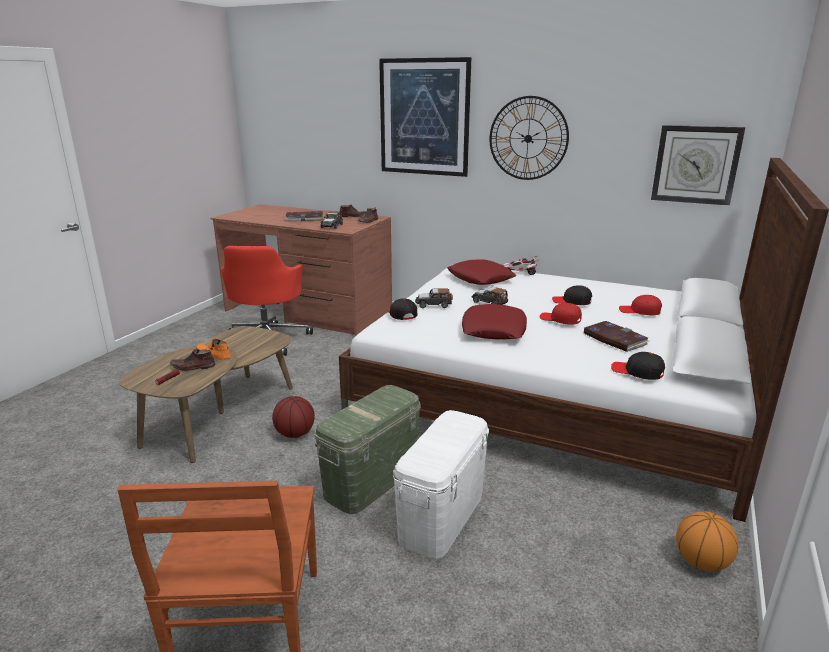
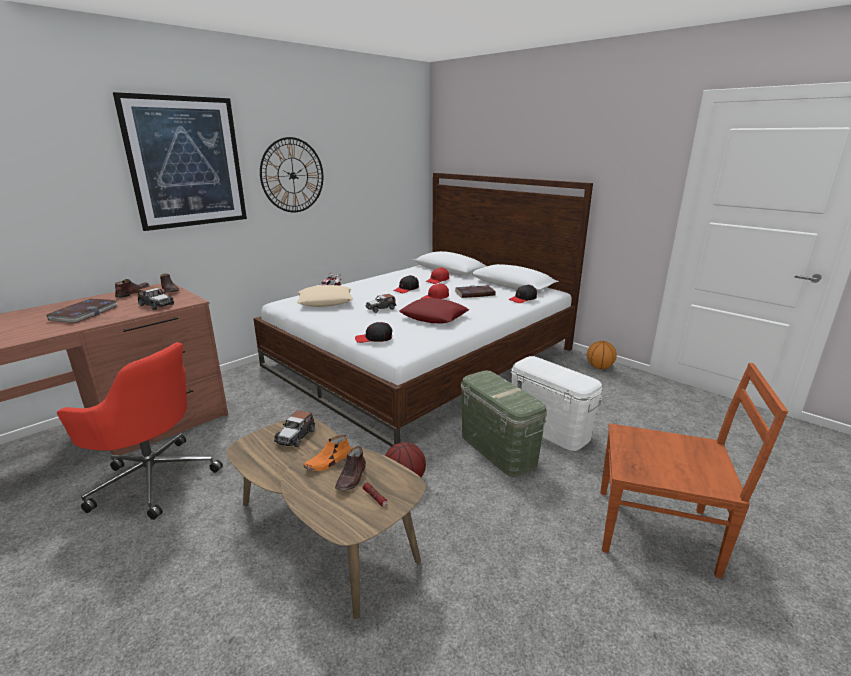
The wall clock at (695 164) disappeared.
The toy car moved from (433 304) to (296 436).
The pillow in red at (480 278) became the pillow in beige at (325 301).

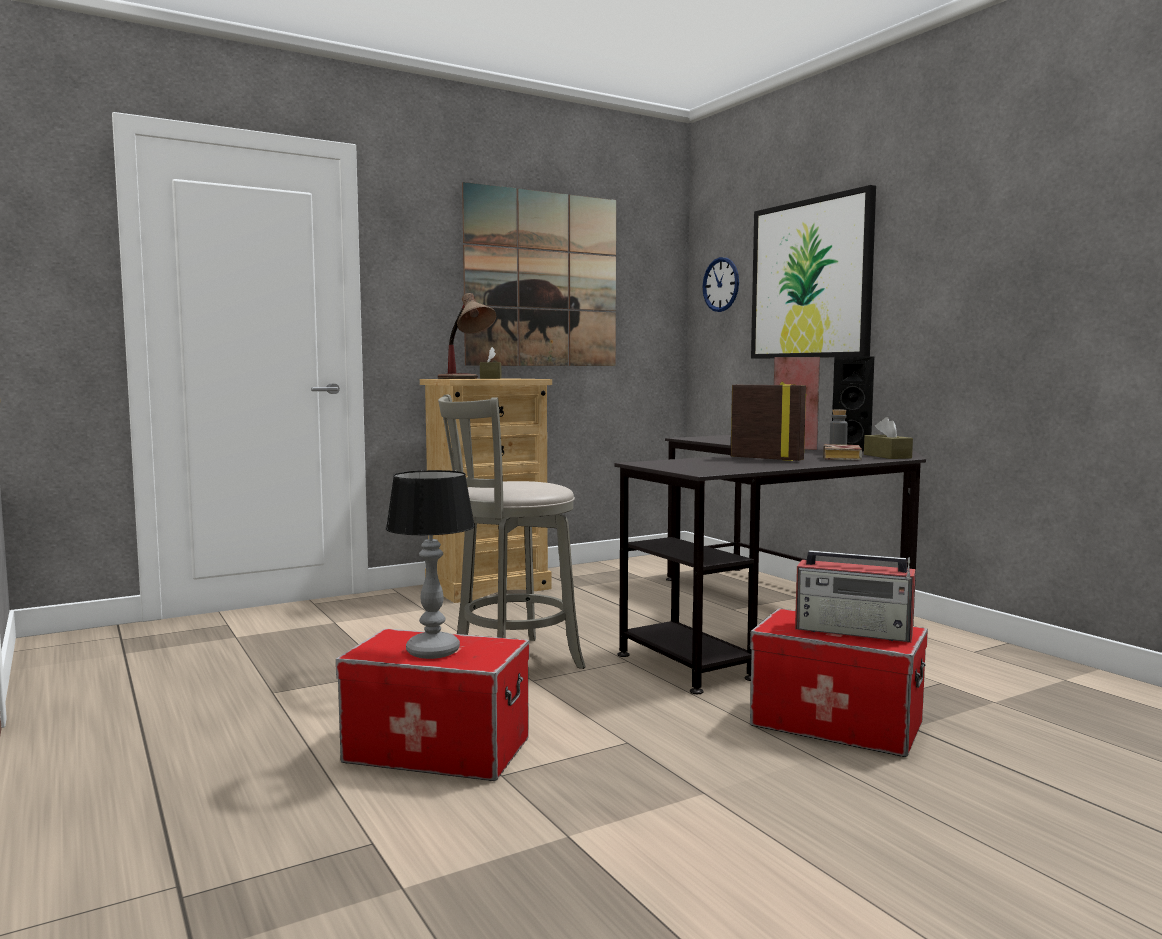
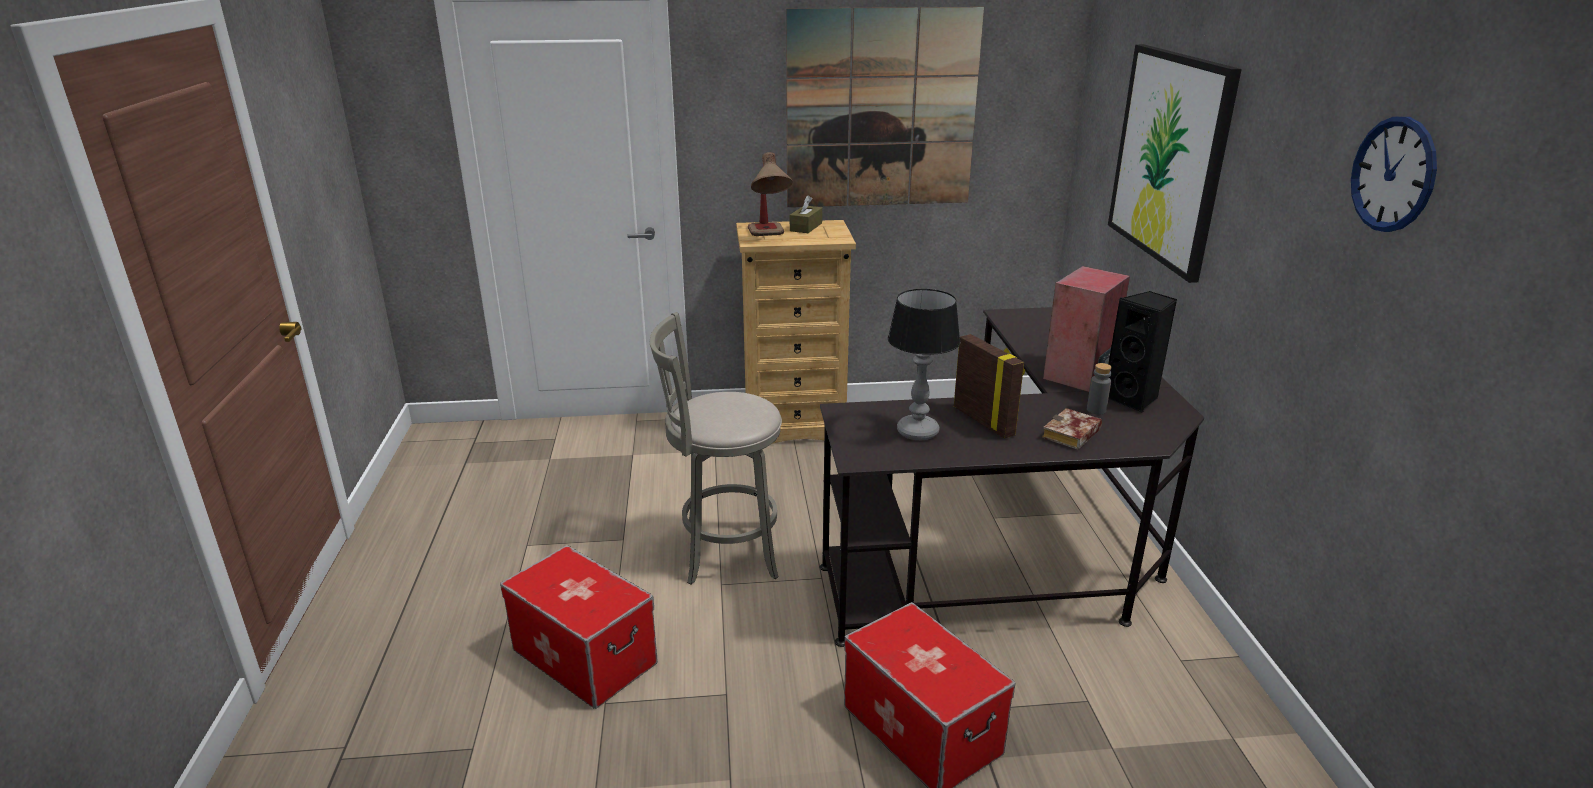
The radio at (855 632) disappeared.
The tissue box in brown at (887 456) disappeared.
The table lamp moved from (433 652) to (918 432).
The wall clock moved from (721 284) to (1393 174).

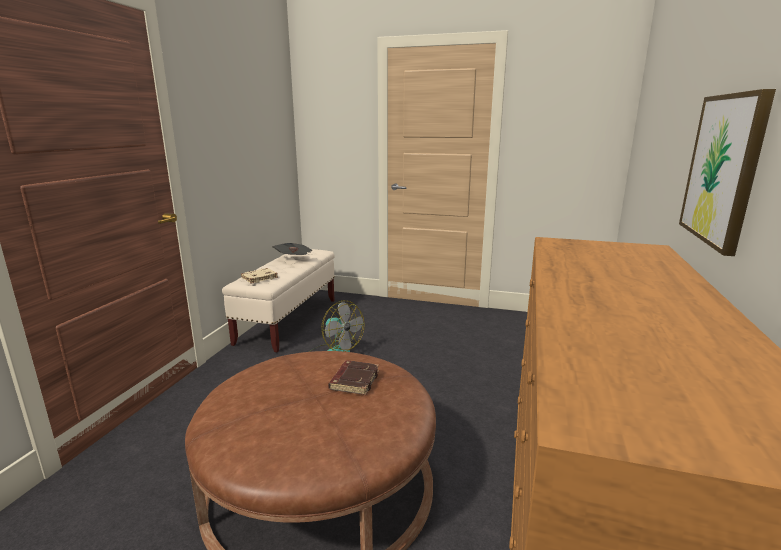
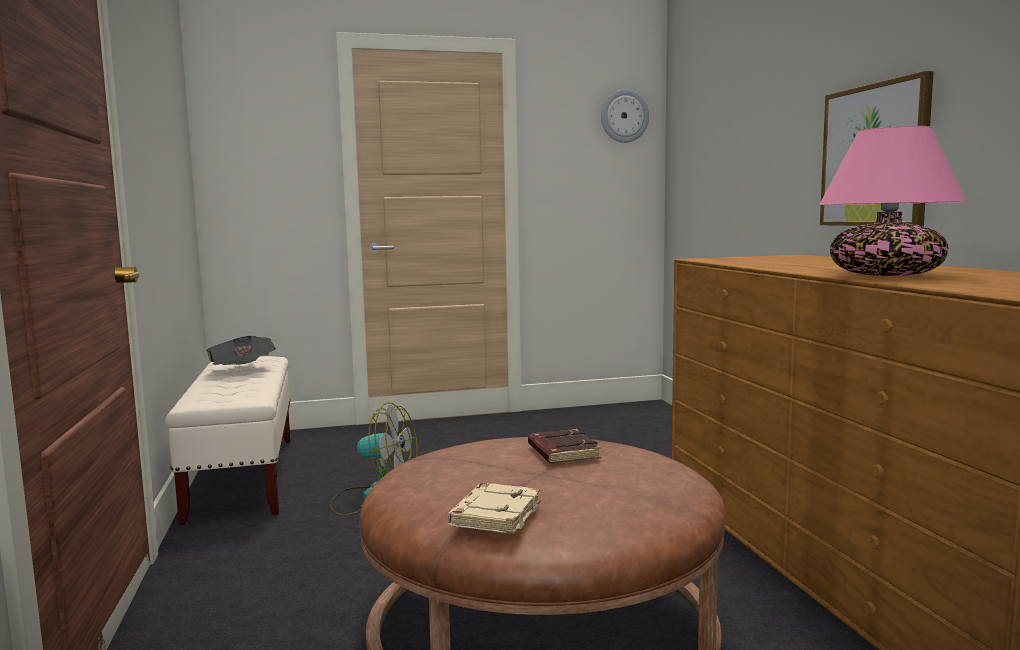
The wall clock at (624 116) appeared.
The table lamp in pink at (885 275) appeared.
The book in beige moved from (259 278) to (494 515).

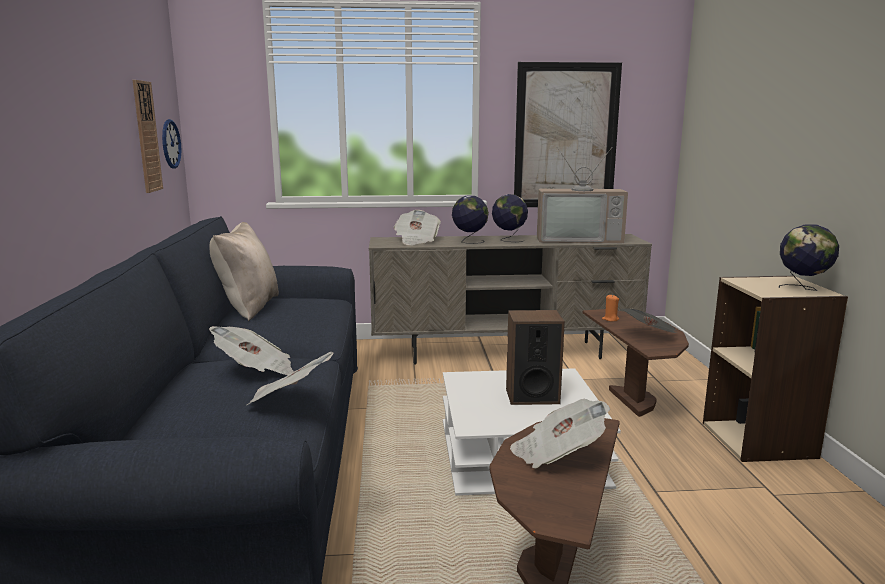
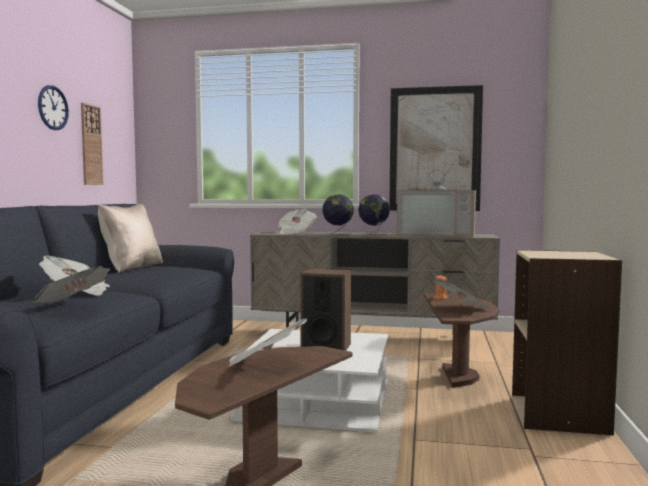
The globe at (803 289) disappeared.
The wall clock moved from (170 144) to (53 108).

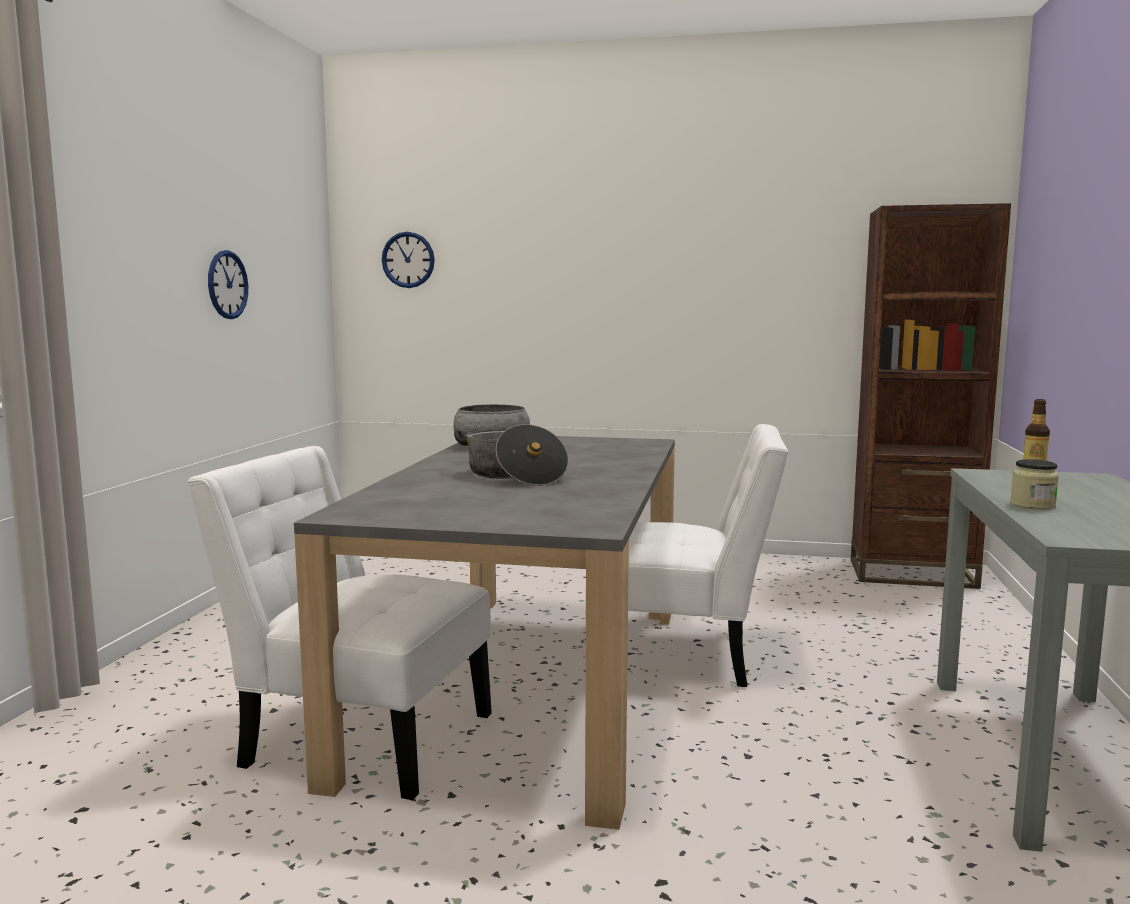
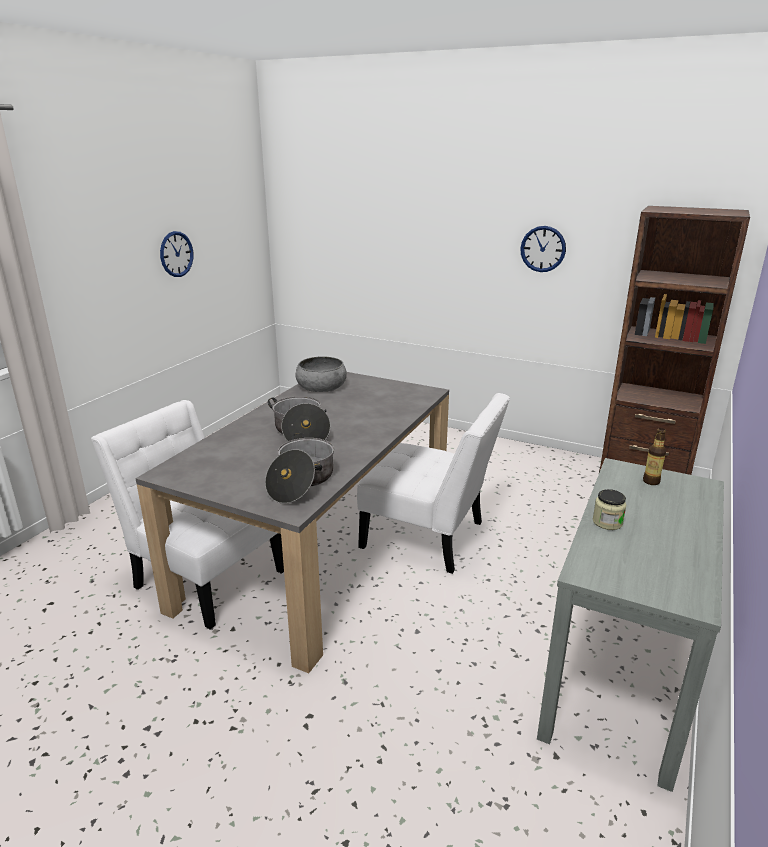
The cooking pot at (301 482) appeared.
The wall clock moved from (408 260) to (543 249).

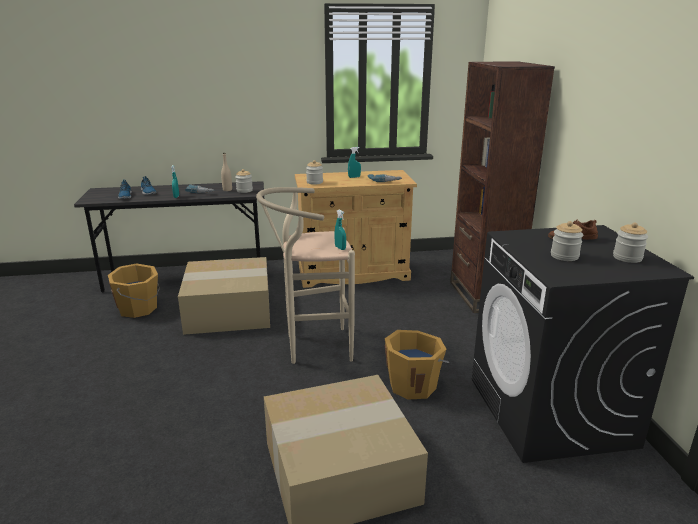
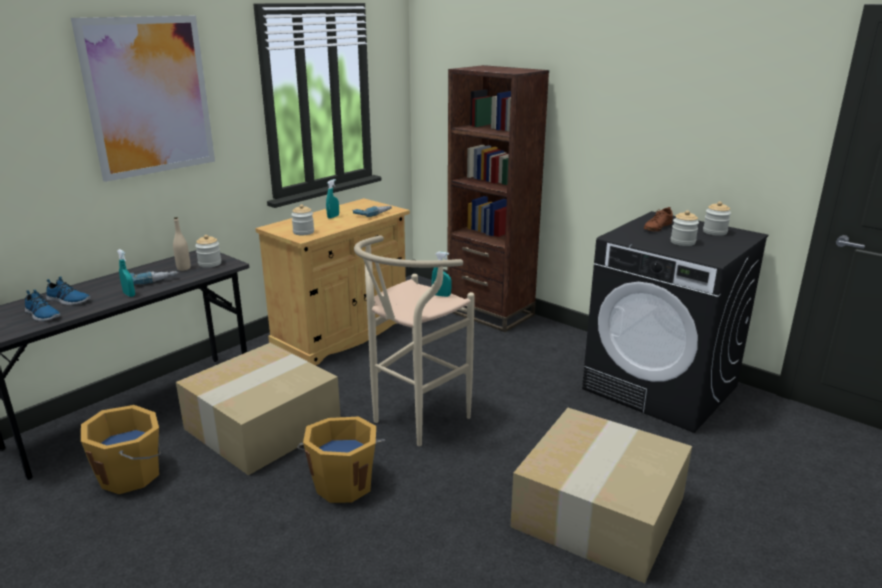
The picture at (149 96) appeared.
The bucket in orange moved from (413 385) to (344 483).

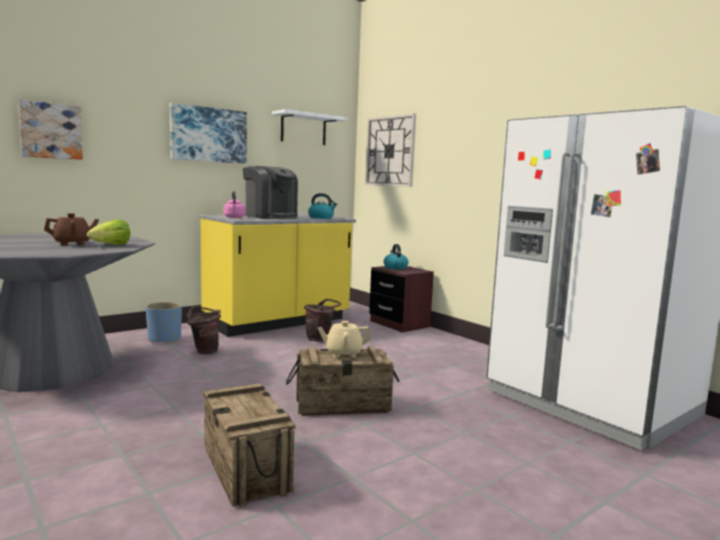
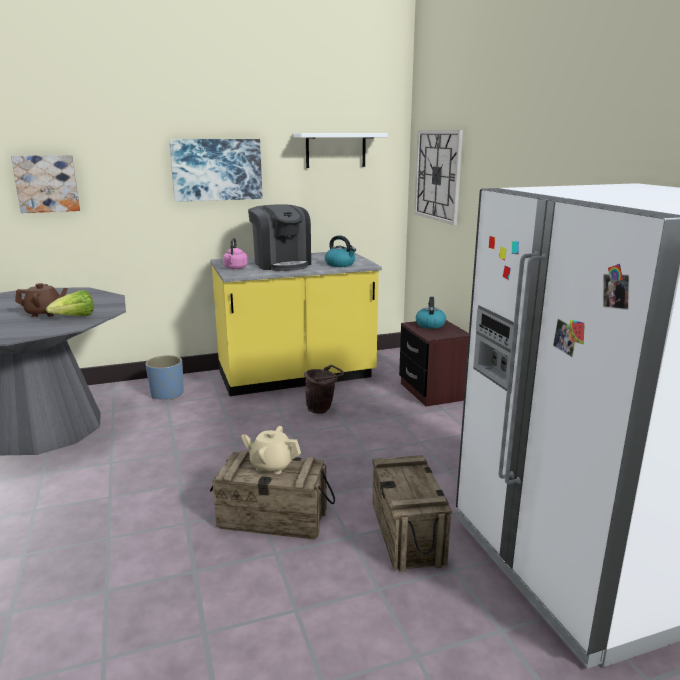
The bucket in brown at (204 351) disappeared.
The crate moved from (246 469) to (407 534).

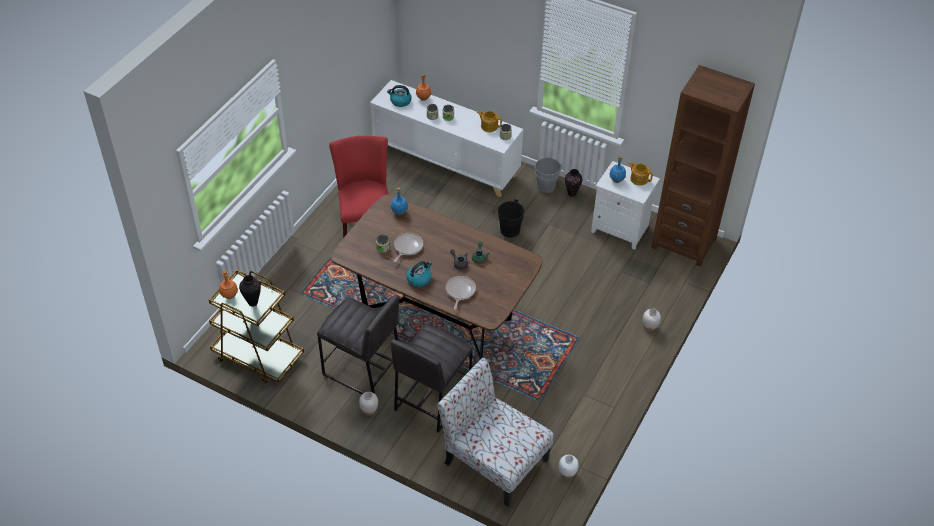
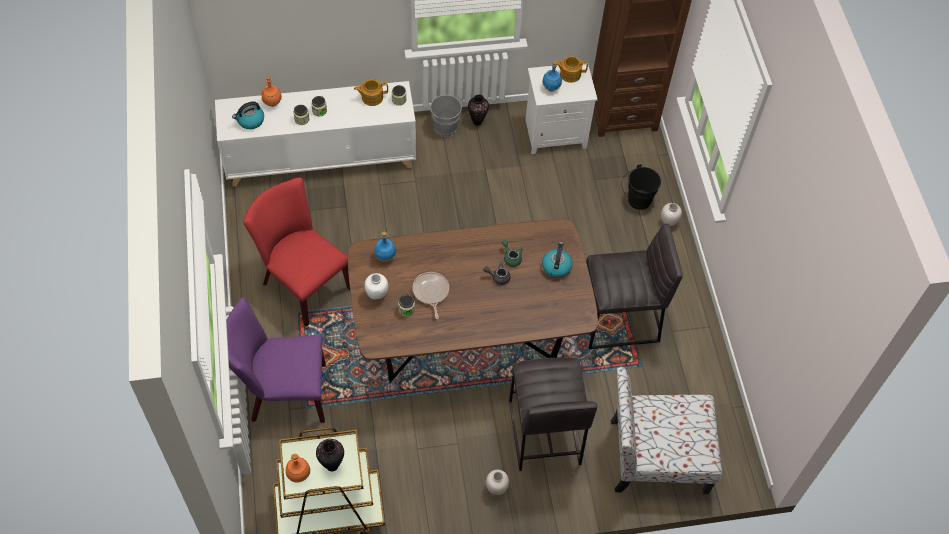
The frying pan at (460 291) disappeared.
The chair in purple at (282 394) appeared.
The stool in grey moved from (362 370) to (619 321).
The kettle moved from (419 279) to (556 266).
The bucket in black moved from (507 230) to (636 200).
The vase in white moved from (567 474) to (377 295).

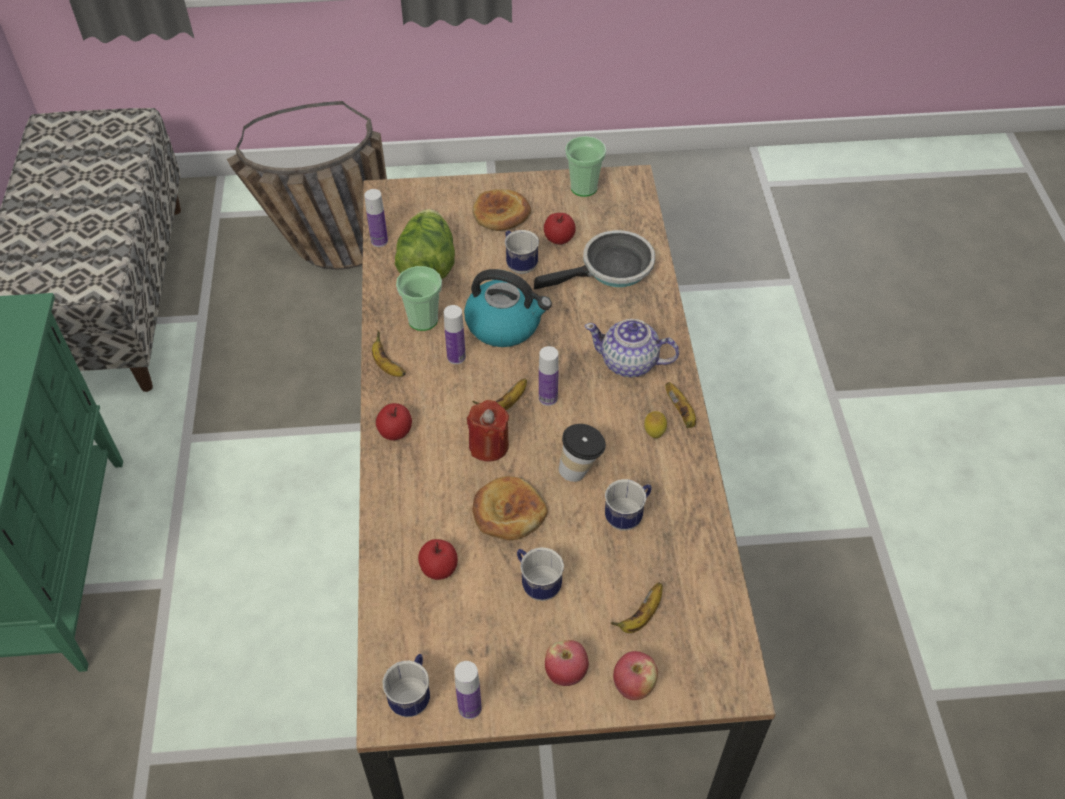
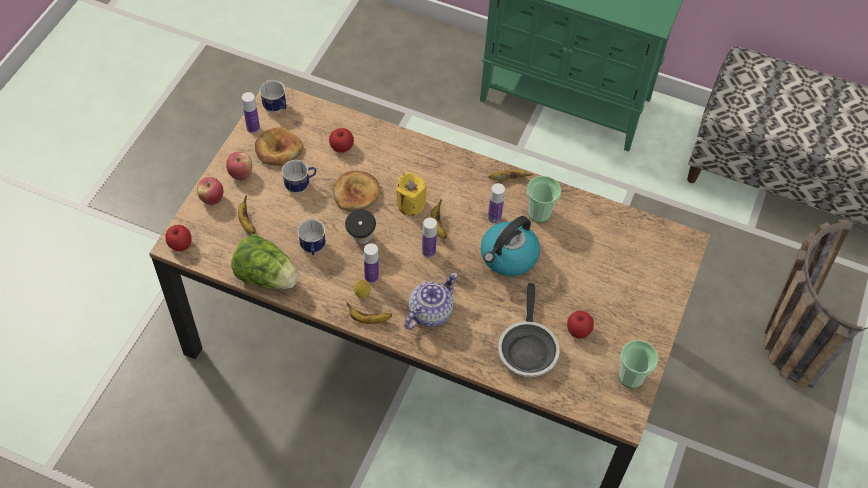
The mug at (519 264) disappeared.
The bottle moved from (379 241) to (371 277).
The apple moved from (395 432) to (180 244).
The lettuce moved from (427 265) to (266 276).
The bread moved from (500 213) to (278 149).
The candle in red at (489 445) became the candle in yellow at (410 204).

